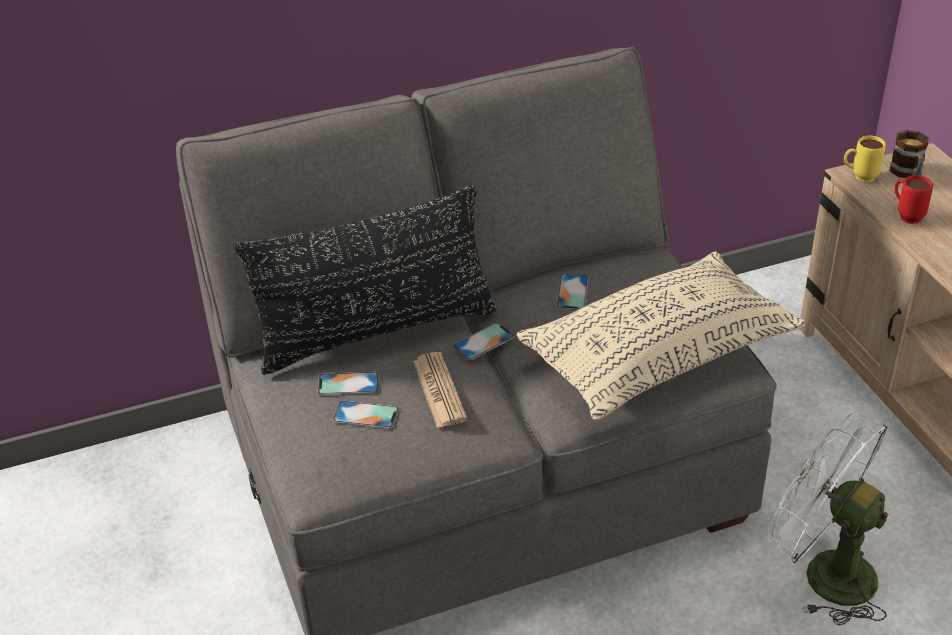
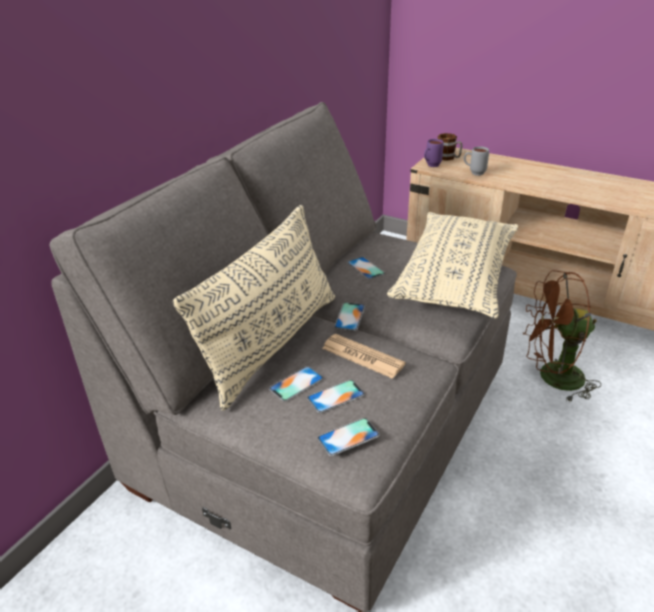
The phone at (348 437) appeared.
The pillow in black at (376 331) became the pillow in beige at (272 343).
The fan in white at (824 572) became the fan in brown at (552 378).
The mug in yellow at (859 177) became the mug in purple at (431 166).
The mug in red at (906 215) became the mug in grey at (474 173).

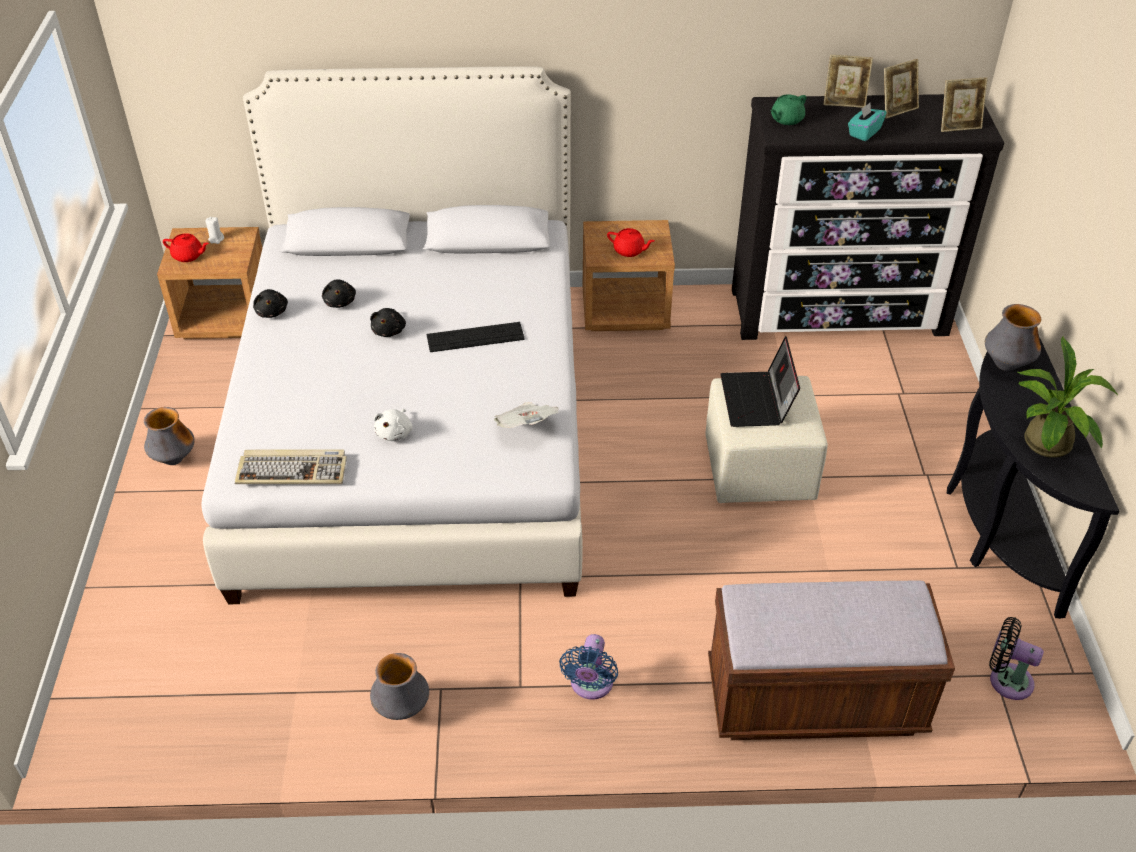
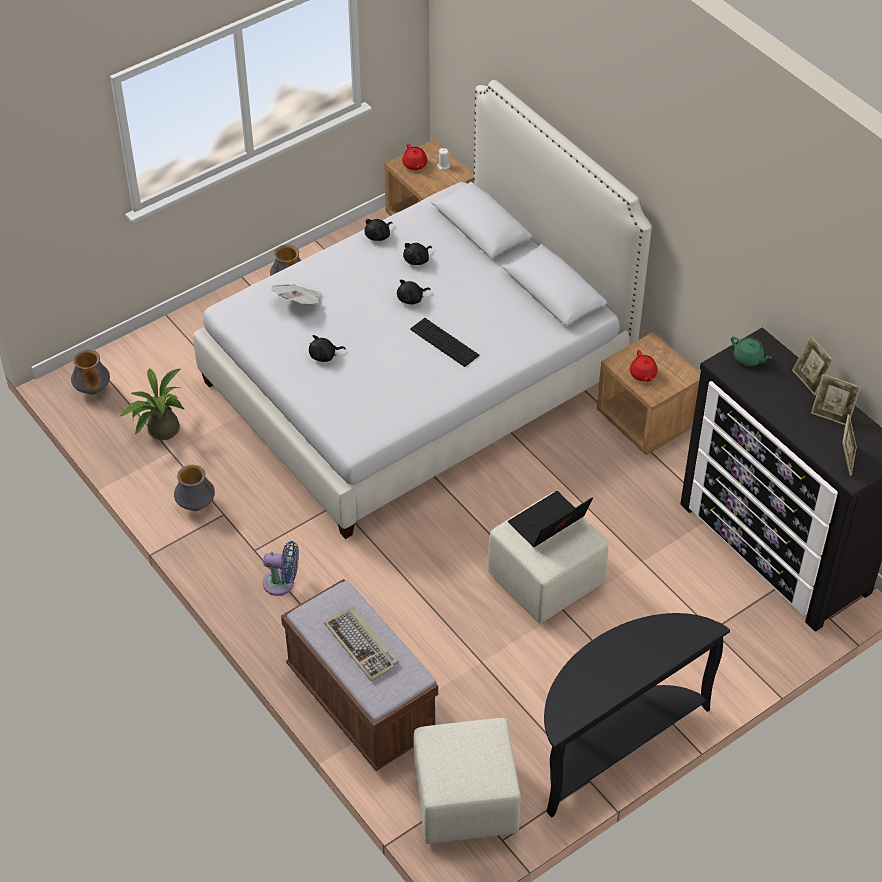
The tissue box in turquoise at (864 132) disappeared.
The keyboard moved from (293 470) to (362 645).
The newspaper moved from (526 427) to (299 303).
The vase moved from (1006 365) to (93 390).
The potted plant moved from (1047 447) to (159 431).
The fan in black at (1006 679) was replaced by the ottoman in beige at (464 802).
The plush toy in white at (395 433) became the plush toy in black at (324 356).
The fan in blue at (590 685) turned 150 degrees counterclockwise.
The teapot in green at (786 119) turned 150 degrees counterclockwise.
The picture frame at (958 126) turned 120 degrees counterclockwise.

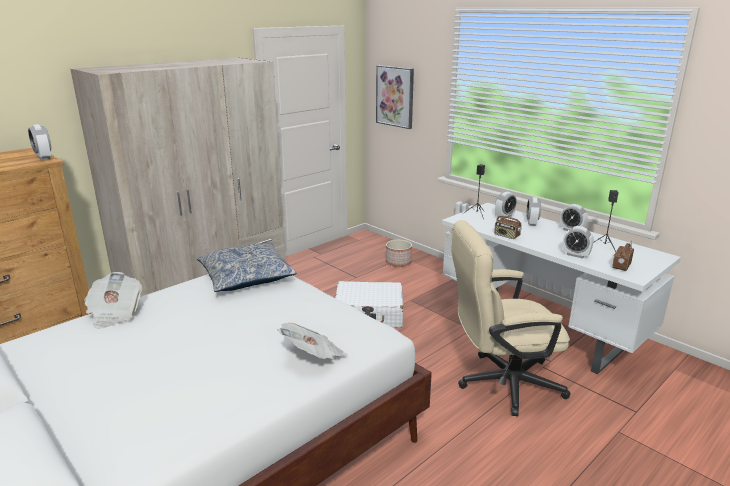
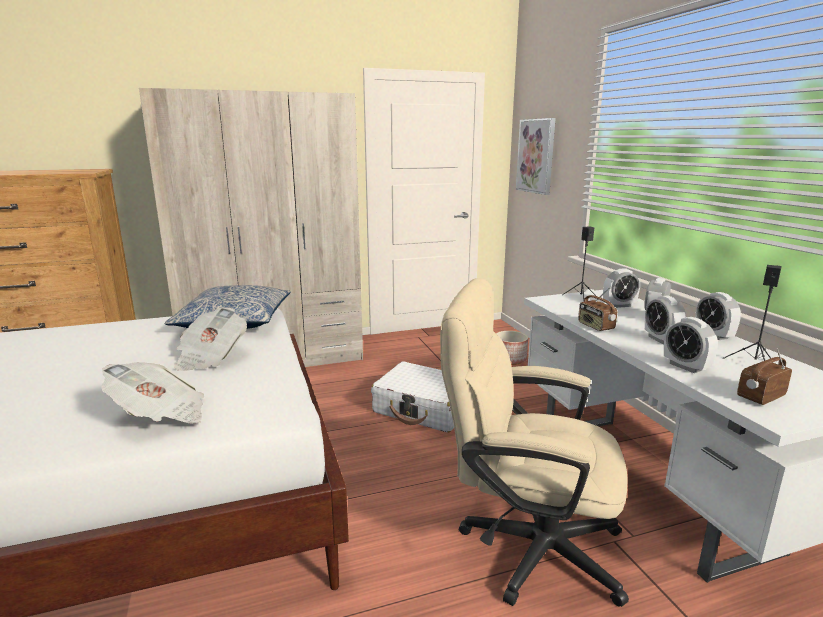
The alarm clock moved from (44 157) to (661 340).
The newspaper moved from (114 313) to (210 357).

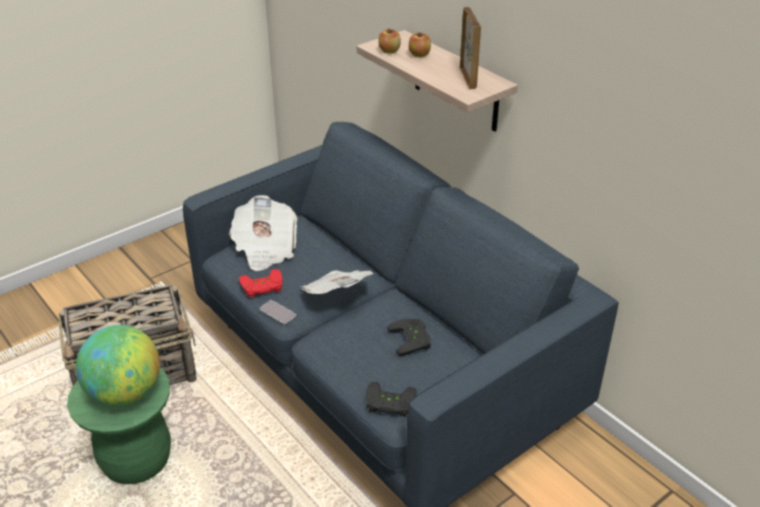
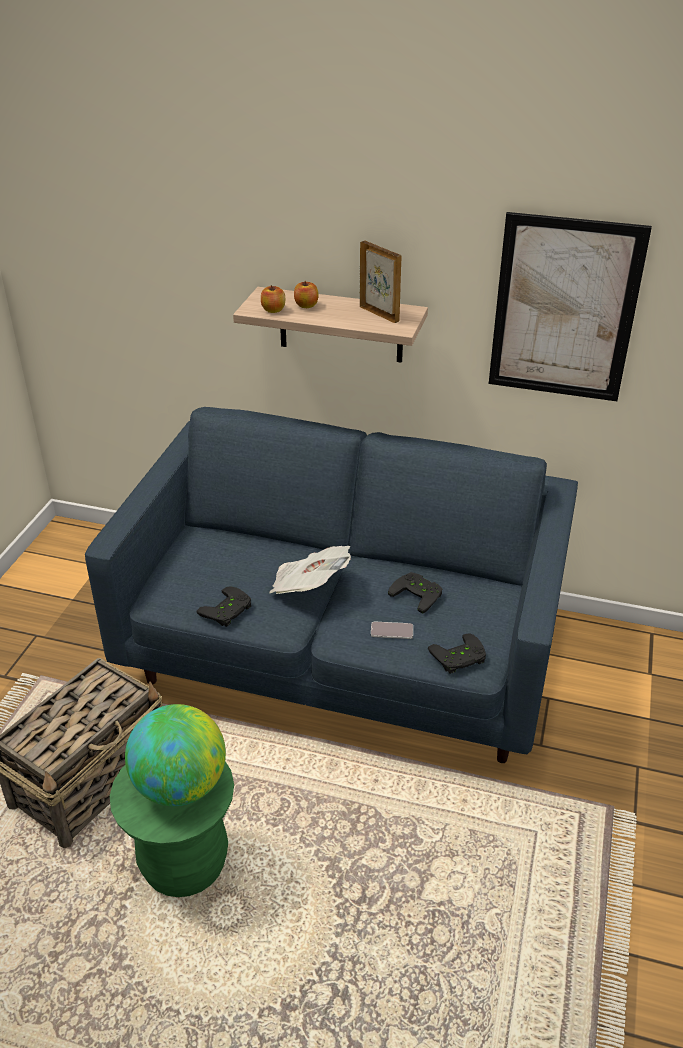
The newspaper at (265 249) disappeared.
The picture at (564 309) appeared.
The phone moved from (277 313) to (392 631).
The game controller in red at (262 287) became the game controller in black at (228 611).

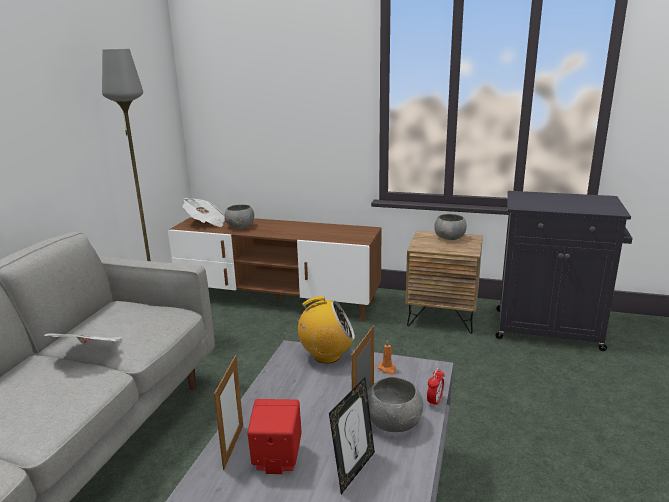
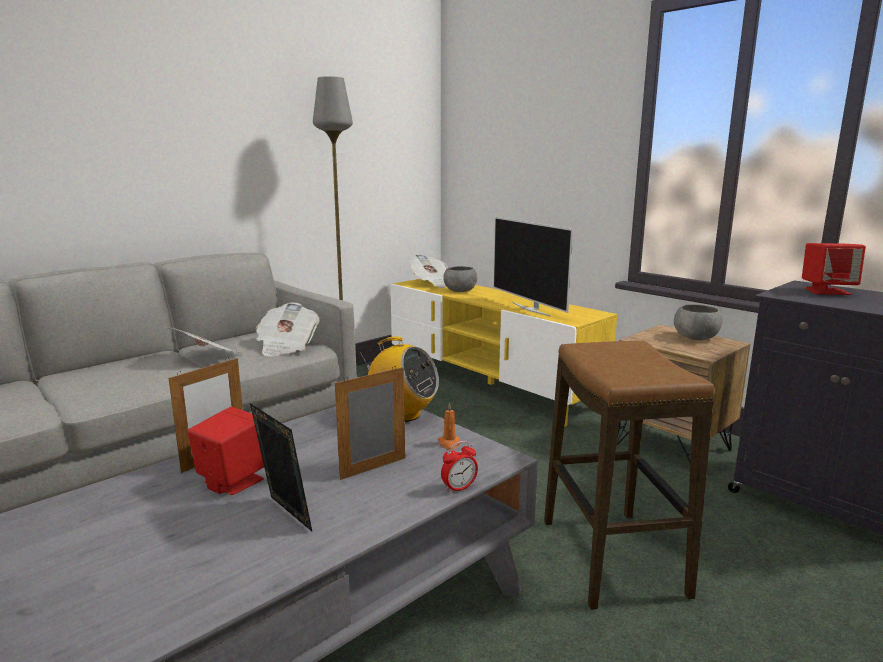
The bowl in grey at (394 422) disappeared.
The newspaper at (286 346) appeared.
The television at (531 309) appeared.
The stool at (612 558) appeared.
The speaker in red at (827 291) appeared.
The tv stand in brown at (278 300) became the tv stand in yellow at (489 384).
The picture frame at (353 470) turned 105 degrees counterclockwise.

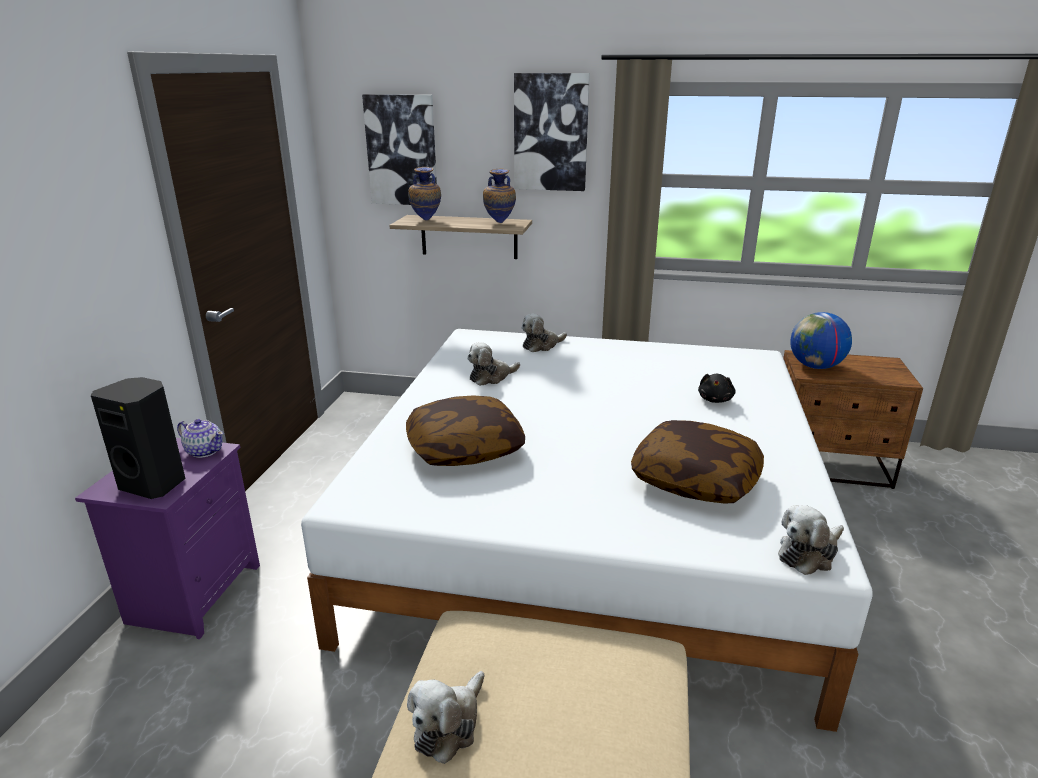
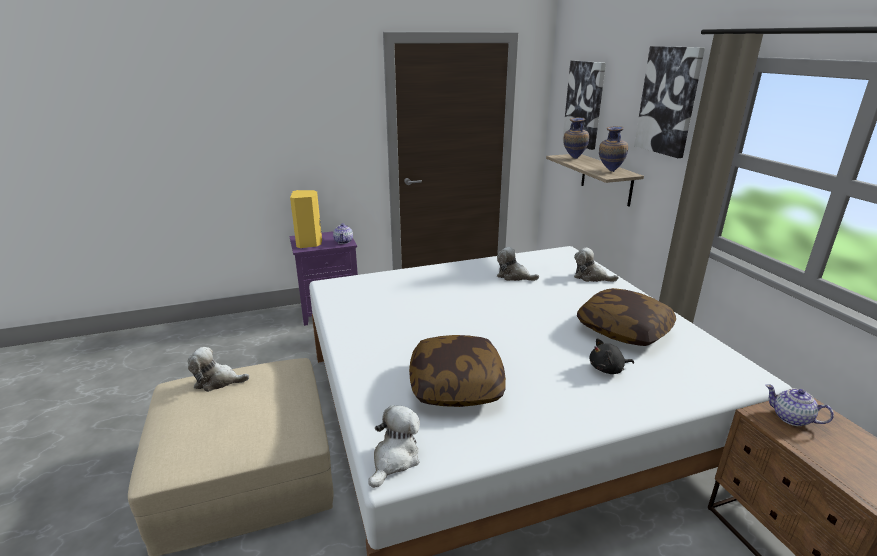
The pillow moved from (465 449) to (623 330).
The globe at (815 366) was replaced by the teapot at (792 418).
The speaker in black at (155 484) became the speaker in yellow at (309 243).
The plush toy at (808 554) turned 90 degrees clockwise.

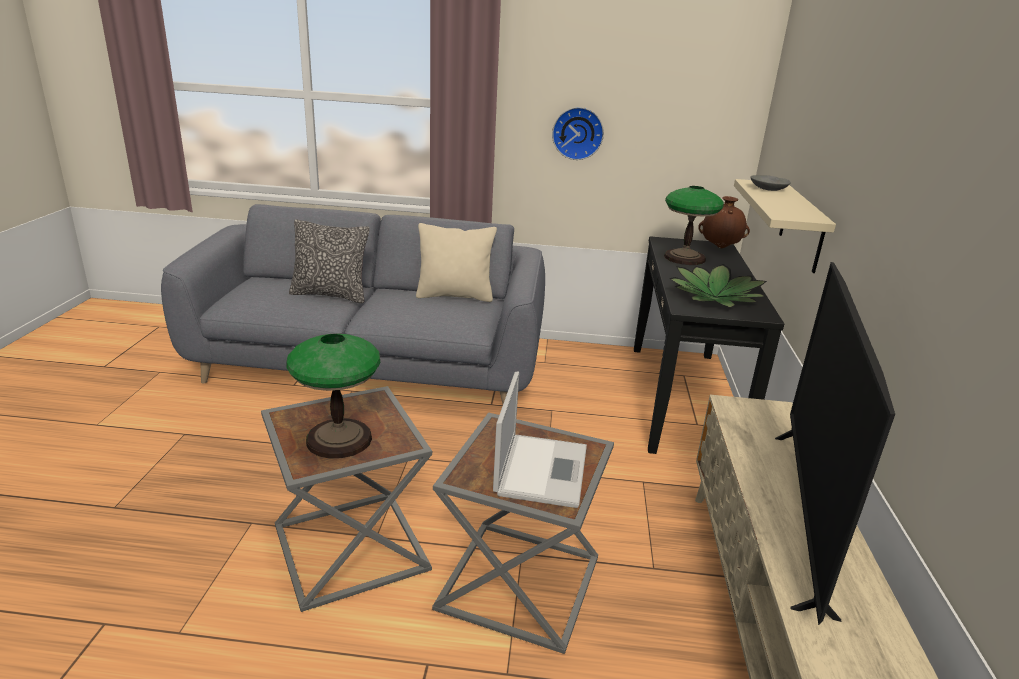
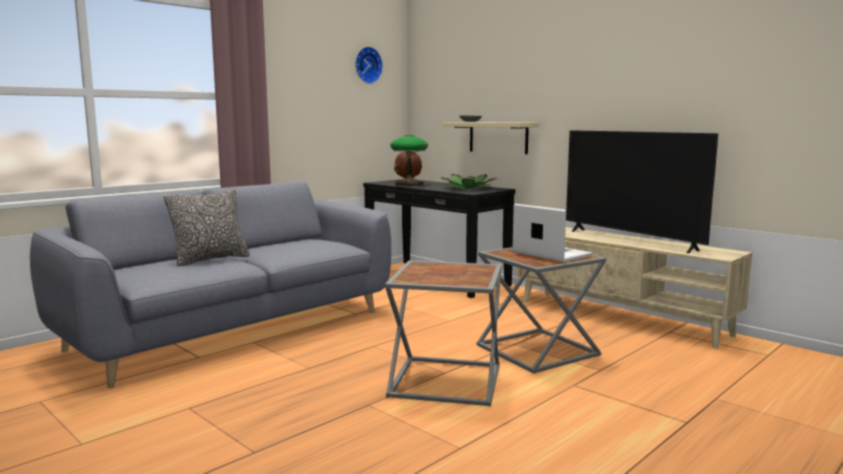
The table lamp at (339 439) disappeared.
The pillow in beige at (455 296) disappeared.
The wall clock moved from (577 133) to (367 65).

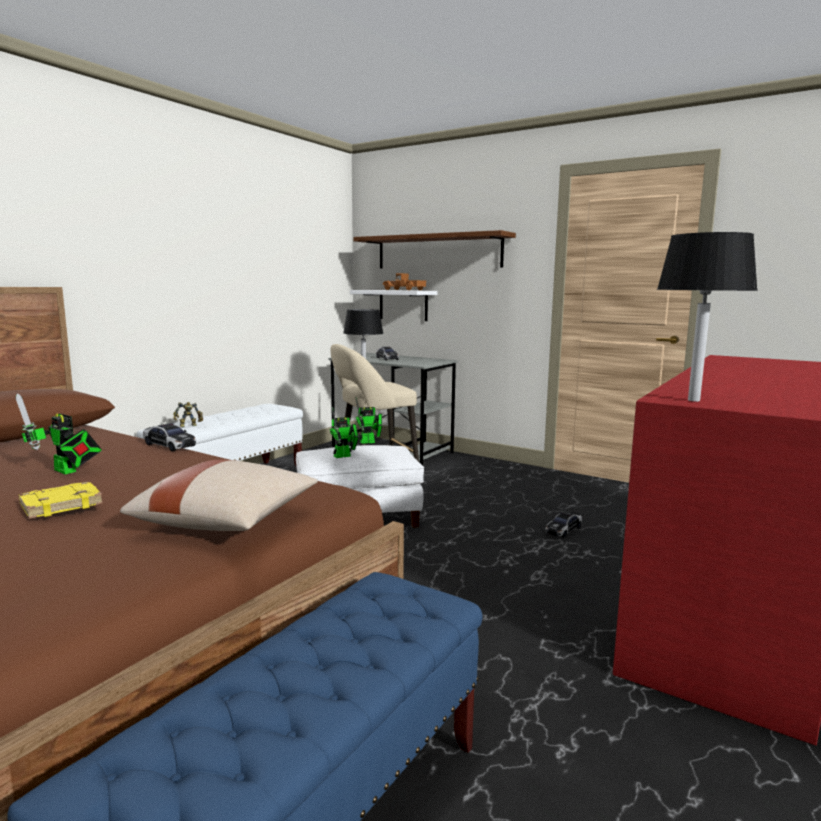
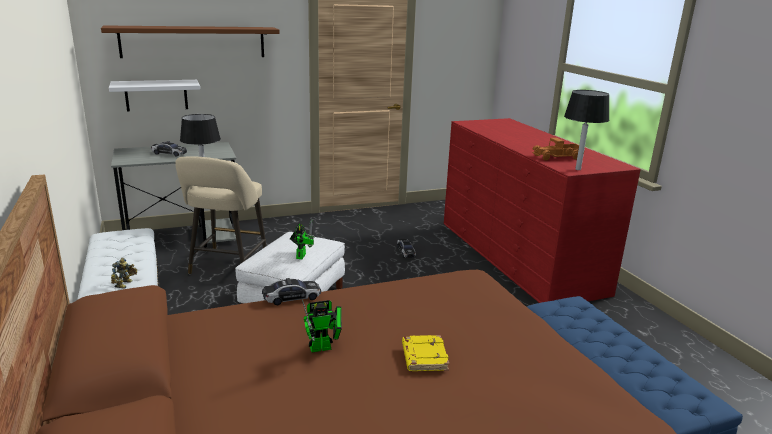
The pillow in beige at (228 522) disappeared.
The toy robot at (370 442) disappeared.
The toy truck moved from (404 290) to (557 157).

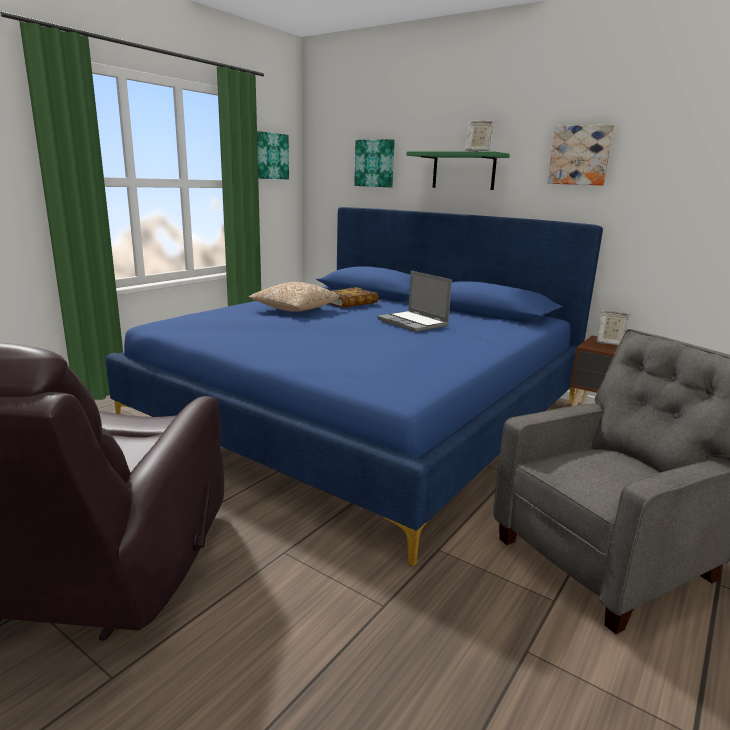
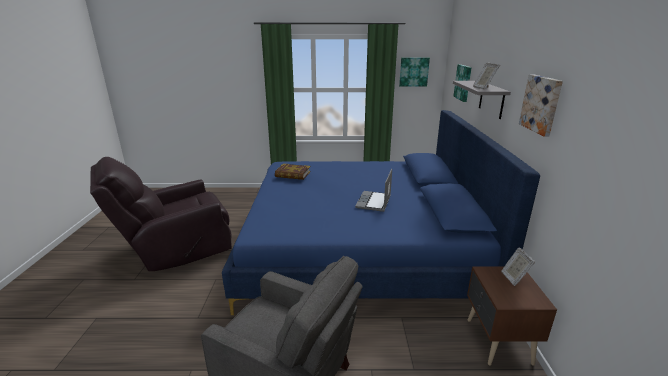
The pillow at (294 310) disappeared.
The book moved from (349 302) to (292 174).
The shelf in green at (463 171) became the shelf in grey at (491 99).

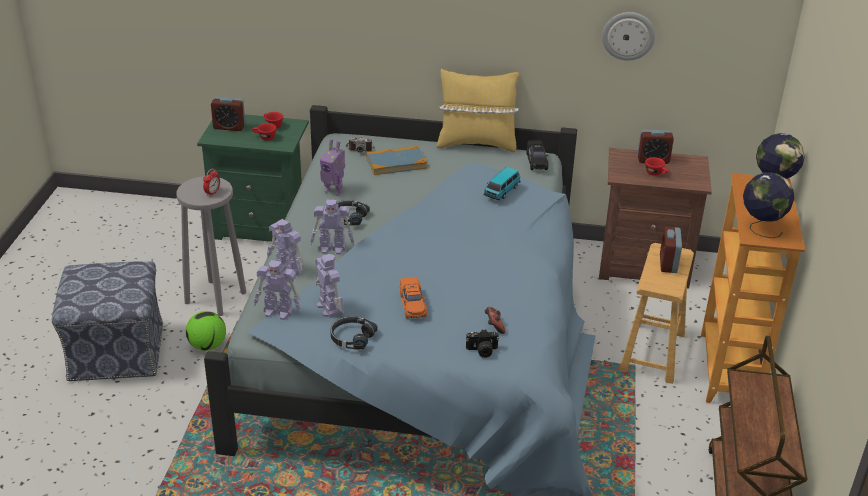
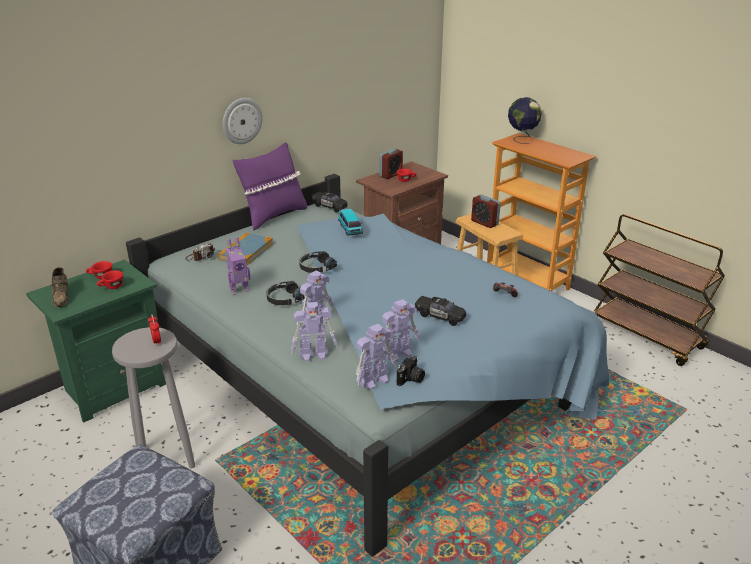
The football at (208 346) disappeared.
The globe at (761 228) disappeared.
The headphones in black moved from (351 337) to (316 267).
The photo camera moved from (482 351) to (411 379).
The wall clock moved from (628 35) to (241 120).
The alarm clock at (229 127) was replaced by the shoe in brown at (62 296).
The toy car in orange at (412 305) became the toy car in black at (440 316).
The pillow in yellow at (476 144) became the pillow in purple at (273 216).
The toy robot at (328 307) turned 135 degrees clockwise.

